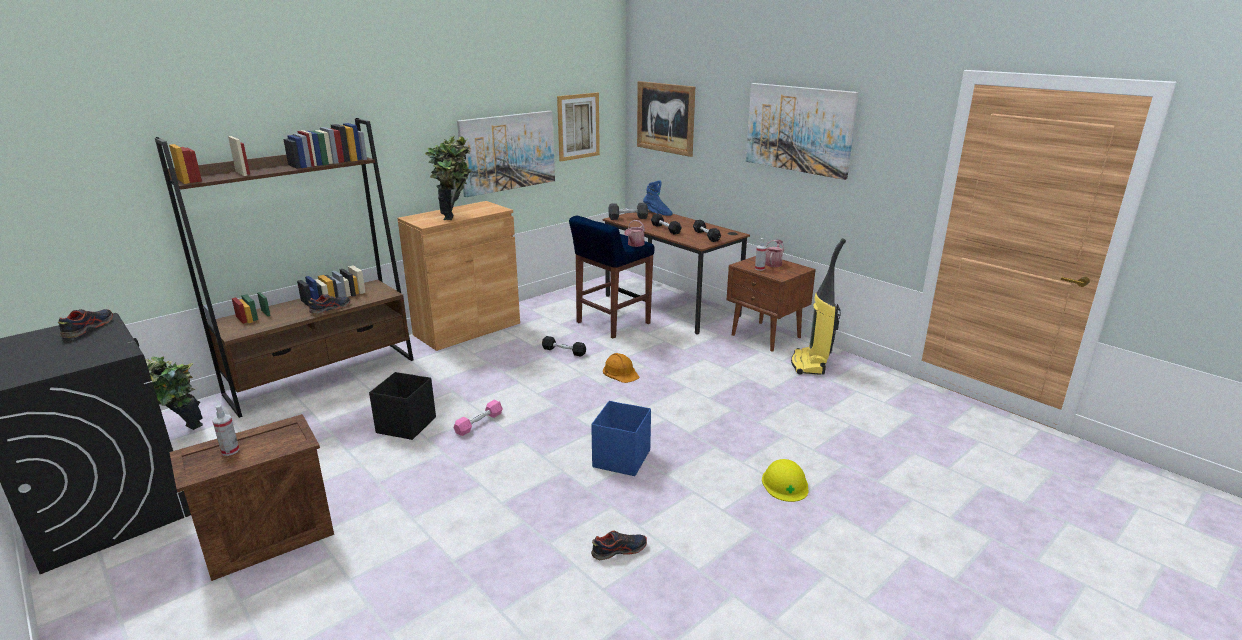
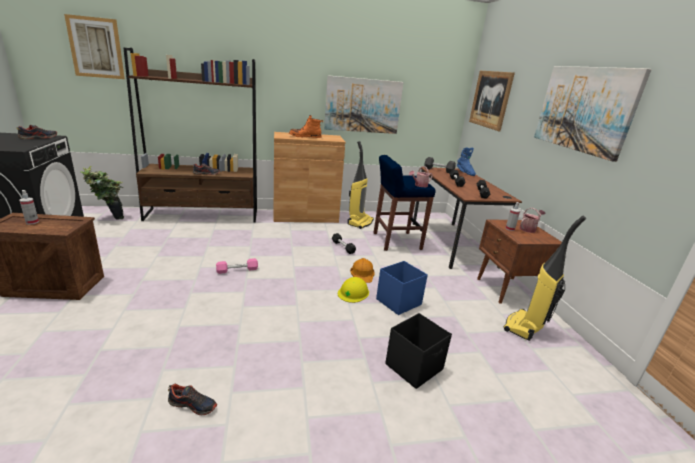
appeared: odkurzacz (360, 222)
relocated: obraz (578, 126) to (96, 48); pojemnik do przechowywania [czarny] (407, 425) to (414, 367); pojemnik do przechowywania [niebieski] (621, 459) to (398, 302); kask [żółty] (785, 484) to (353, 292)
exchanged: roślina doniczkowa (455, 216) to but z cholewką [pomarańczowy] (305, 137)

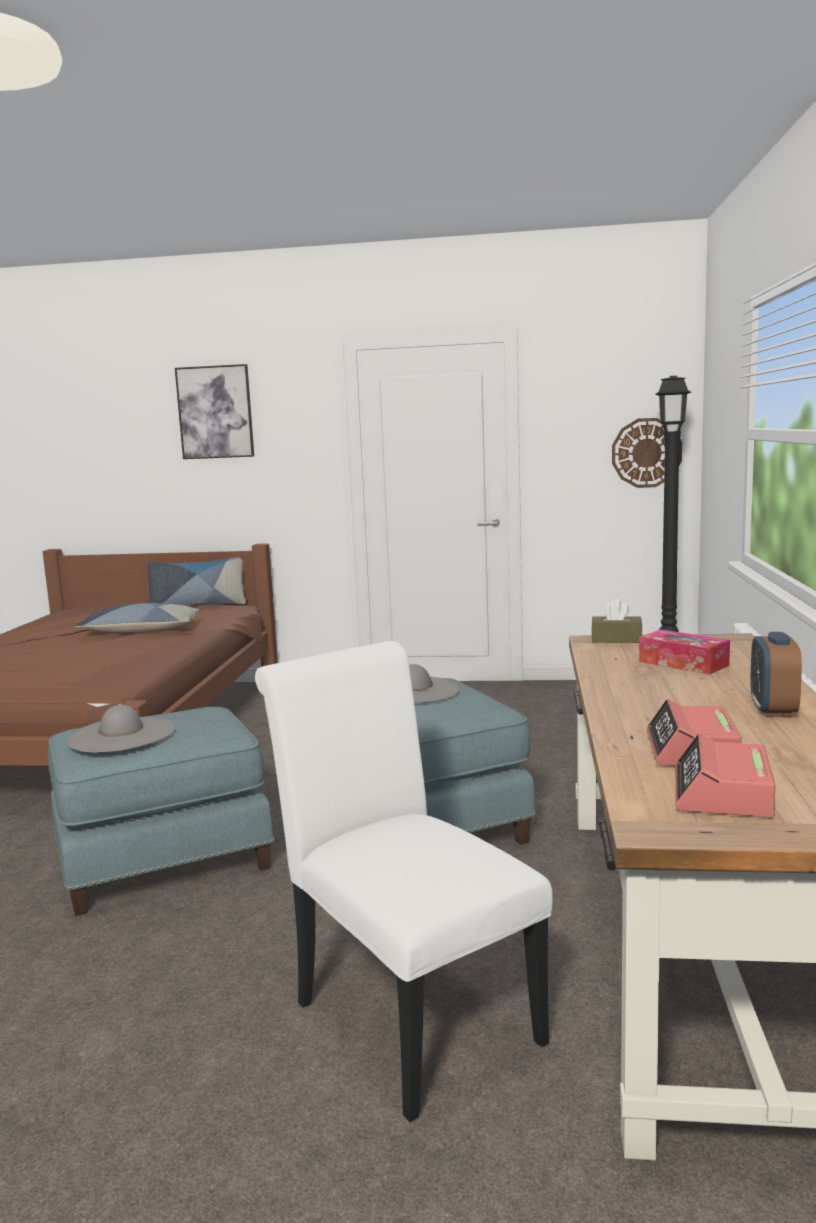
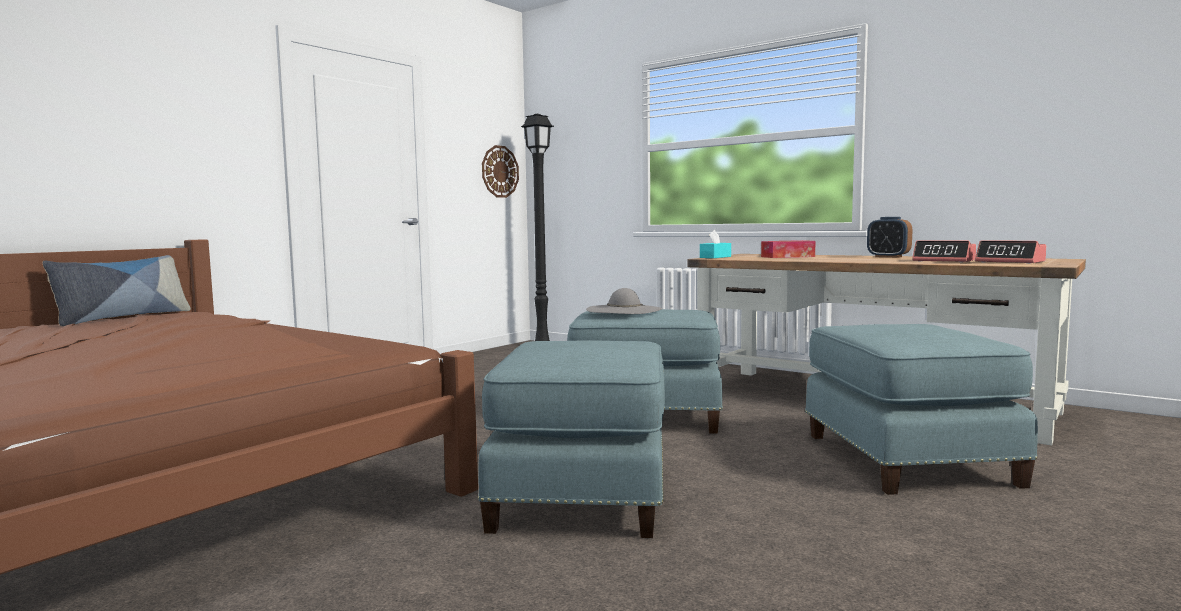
missing: obraz (215, 412); poduszka (140, 630); kapelusz [szary] (122, 735)
exchanged: krzesło [biały] (406, 1013) to pufa [niebieski] (904, 459)
colour: pudełko chusteczek [brązowy] (616, 639) to pudełko chusteczek [turkusowy] (715, 257)

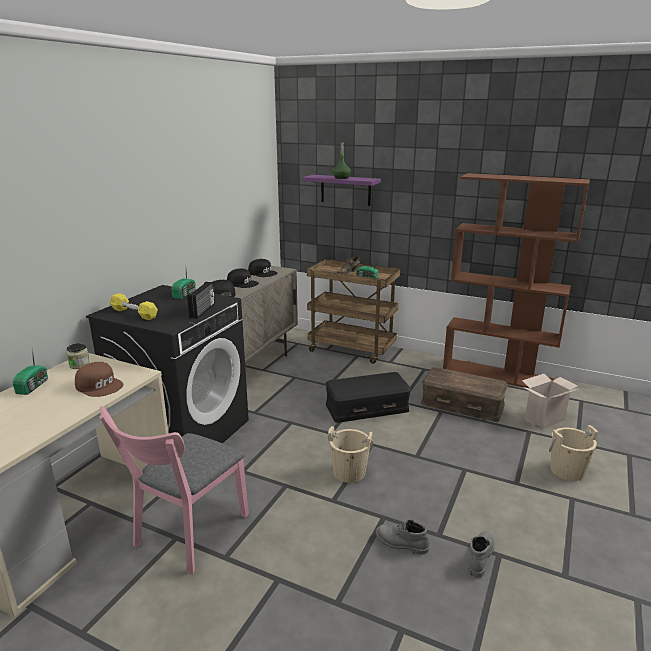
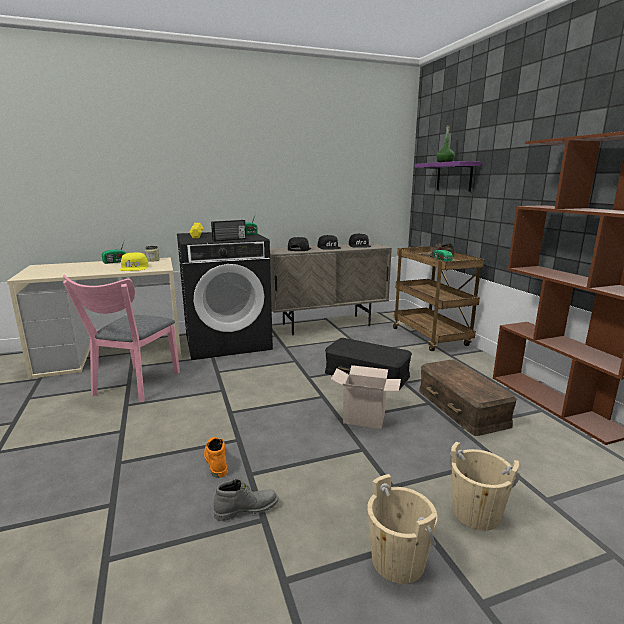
relocated: karton (544, 418) to (365, 418); wiadro [beżowy] (349, 472) to (398, 560)
colour: czapka z daszkiem [brązowy] (100, 385) to czapka z daszkiem [żółty] (135, 268); but z cholewką [szary] (401, 543) to but z cholewką [pomarańczowy] (215, 461)
spun: krzesło [różowy] (187, 535) = (134, 386) 60 degrees counterclockwise

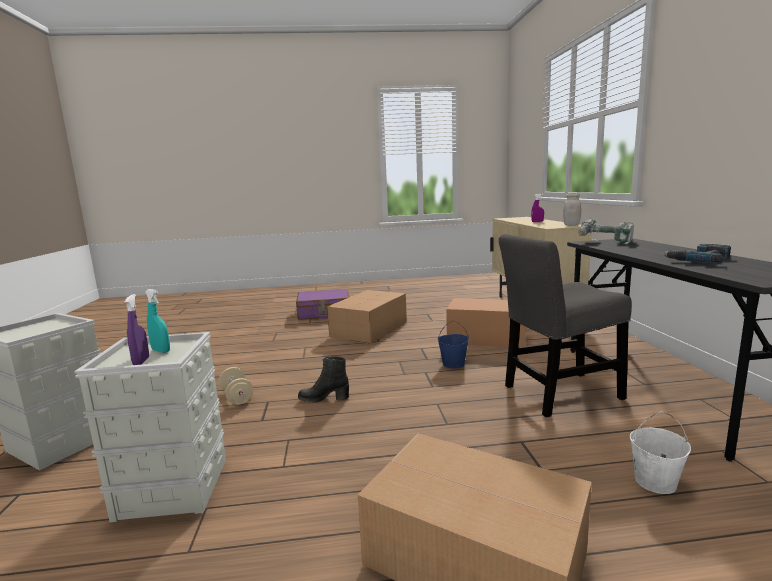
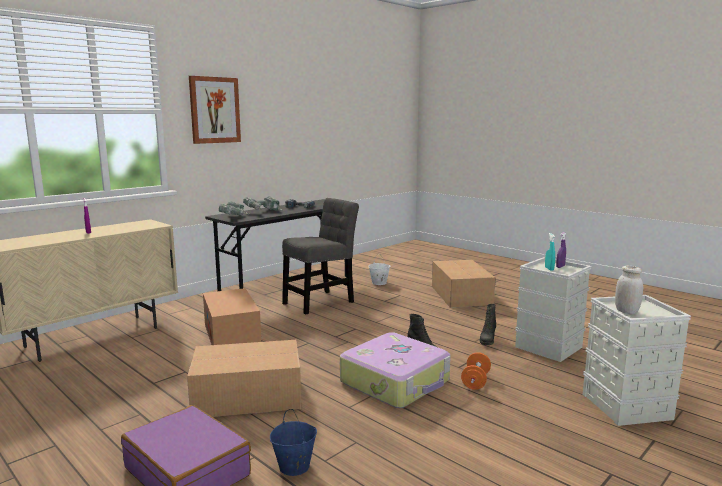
appeared: obraz (214, 110); wiertarka (263, 212); but z cholewką [czarny] (487, 340); walizka (396, 382)
relocated: słoik [biały] (571, 225) to (626, 311); wiadro [niebieski] (453, 364) to (294, 466)
colour: hantel [beżowy] (237, 397) to hantel [pomarańczowy] (475, 381)
spun: krzesło [szary] (558, 394) = (321, 302) 75 degrees counterclockwise

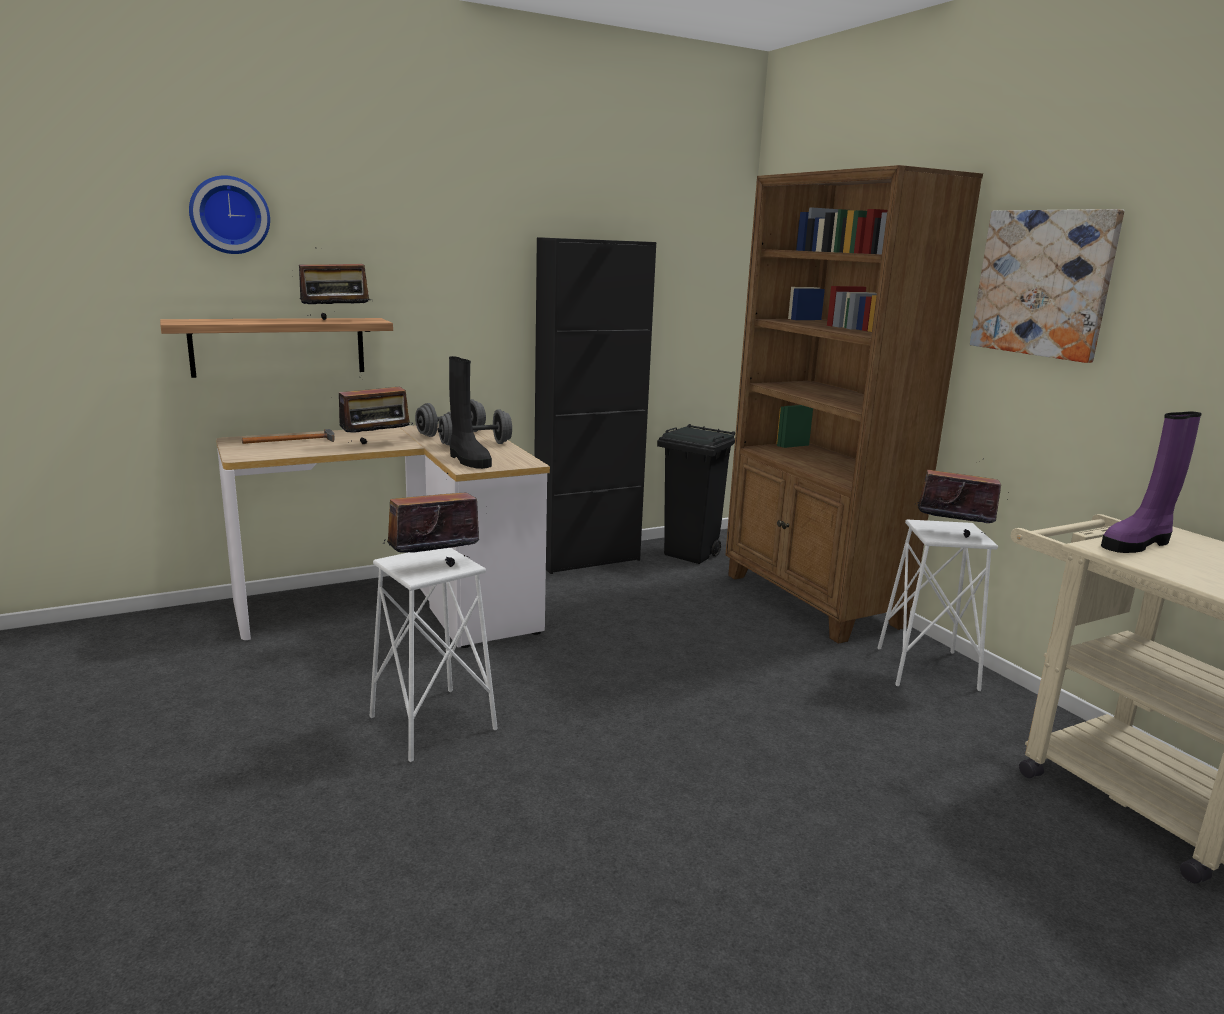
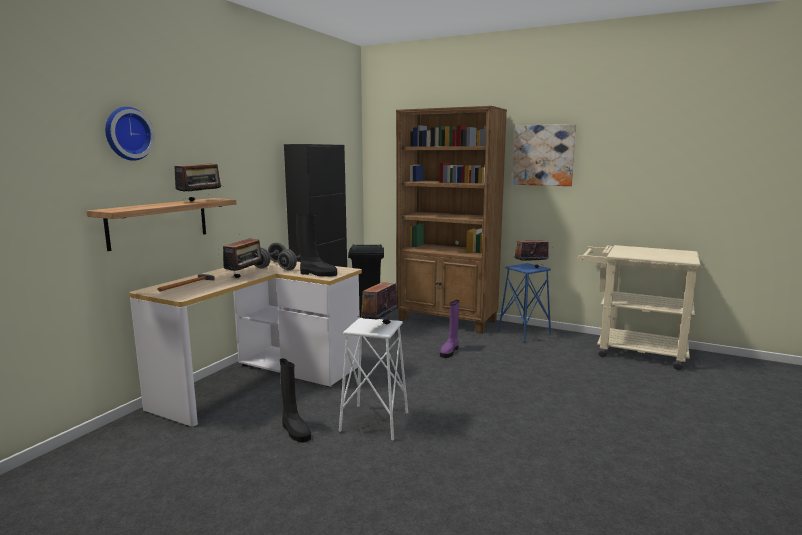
appeared: but z cholewką [czarny] (294, 431)
relocated: but z cholewką [fioletowy] (1137, 544) to (449, 351)
colour: stołek [biały] (925, 668) to stołek [niebieski] (524, 333)

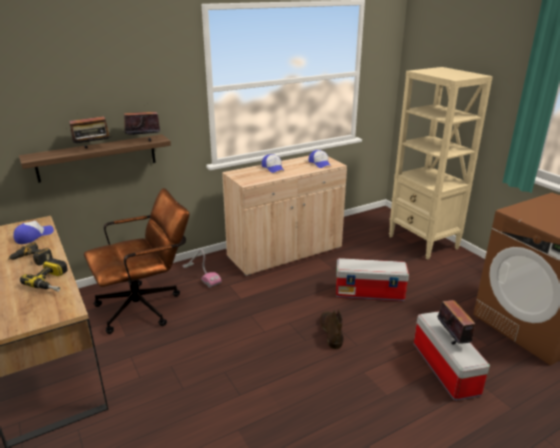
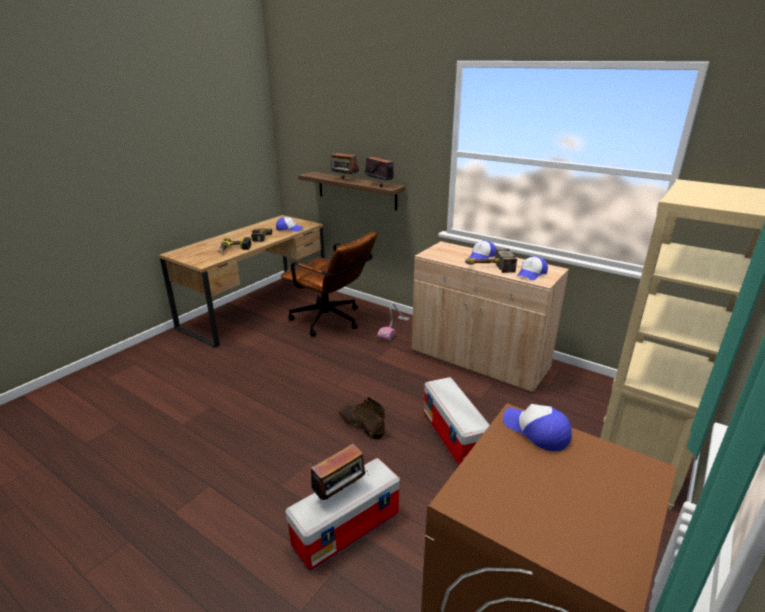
appeared: młotek (487, 267); czapka z daszkiem (536, 431)
spun: but z cholewką [brązowy] (331, 332) = (360, 424) 105 degrees counterclockwise

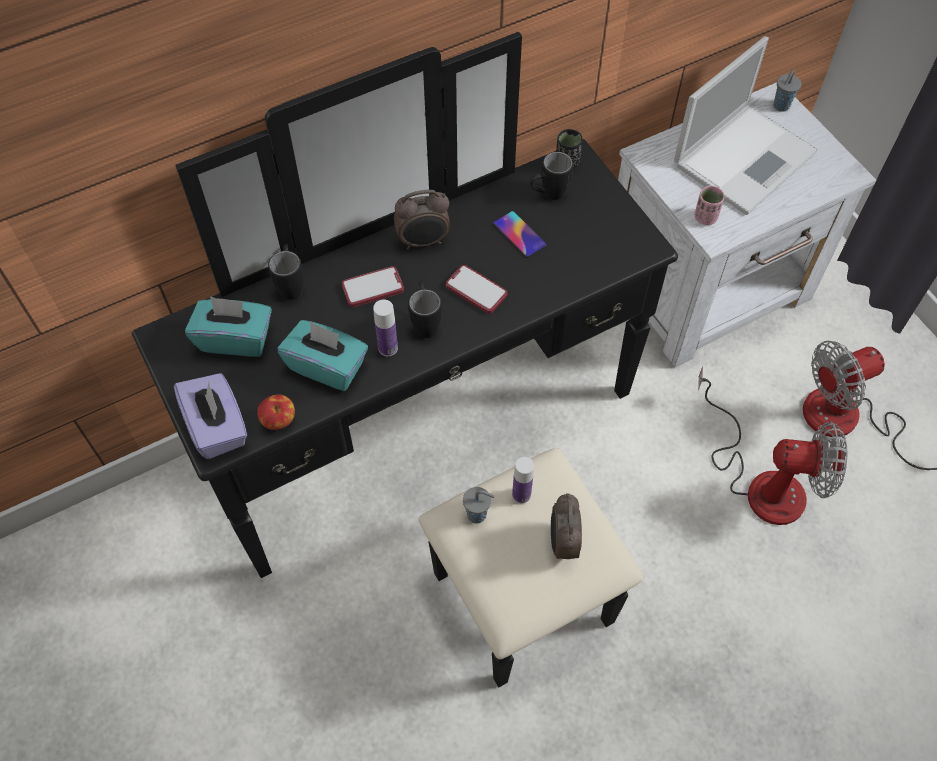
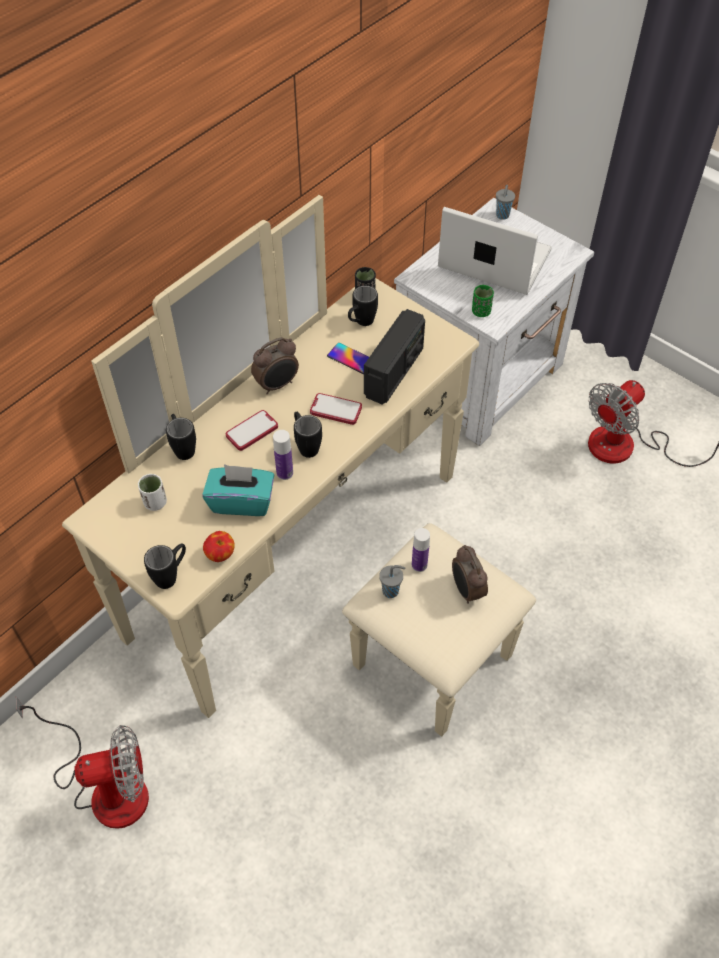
appeared: radio (394, 372)
relocated: wentylator (762, 480) to (105, 786)
exchanged: pudełko chusteczek [turkusowy] (235, 339) to filiżanka [biały] (155, 502); pudełko chusteczek [fioletowy] (217, 427) to kubek [czarny] (171, 575)
colour: komoda [czarny] (445, 463) to komoda [beżowy] (326, 576); filiżanka [różowy] (705, 217) to filiżanka [zielony] (481, 312)
spun: laptop (746, 157) = (492, 259) 90 degrees counterclockwise

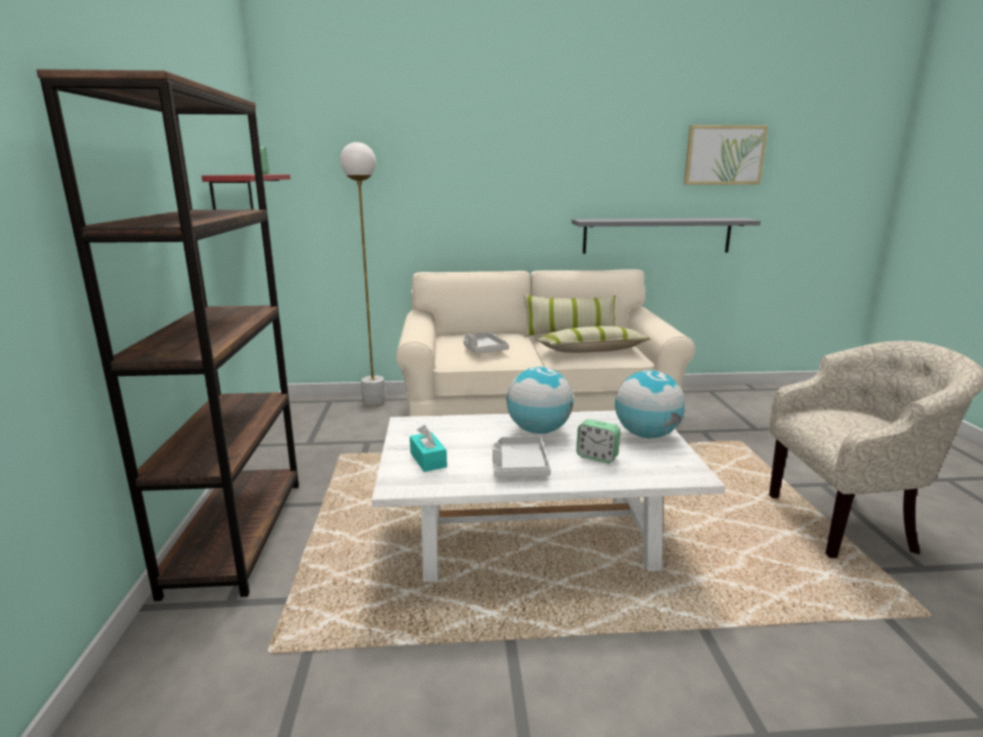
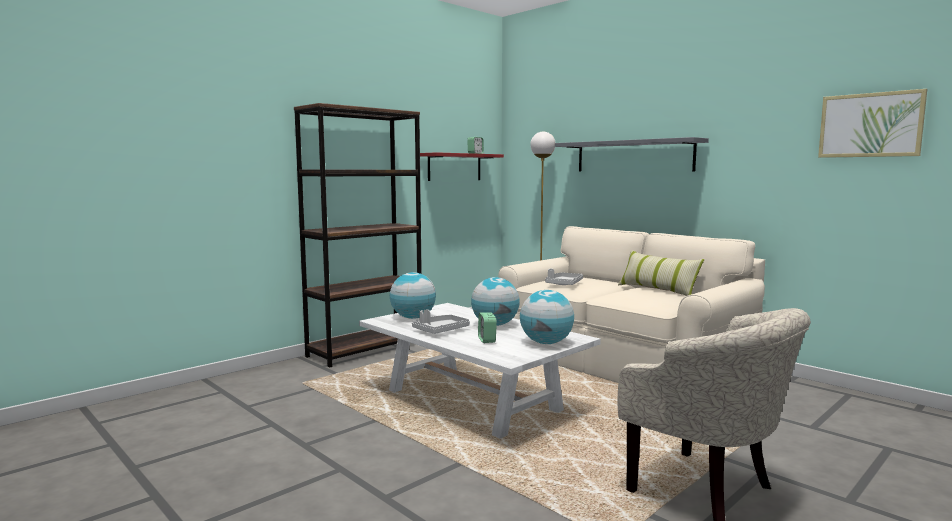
missing: poduszka (591, 351)
relocated: półka [szary] (657, 235) to (633, 156)
exchanged: pudełko chusteczek [turkusowy] (428, 460) to globus (413, 318)

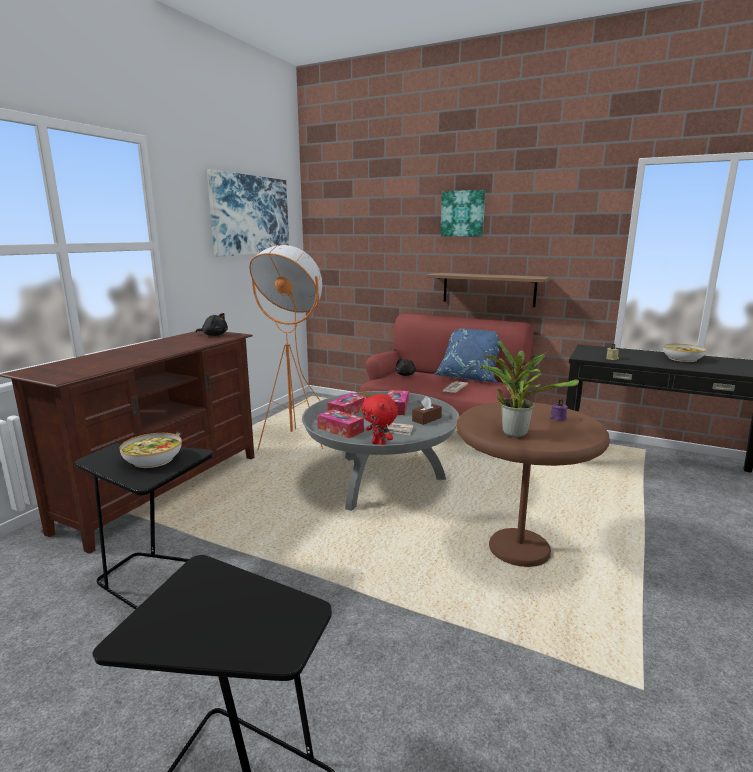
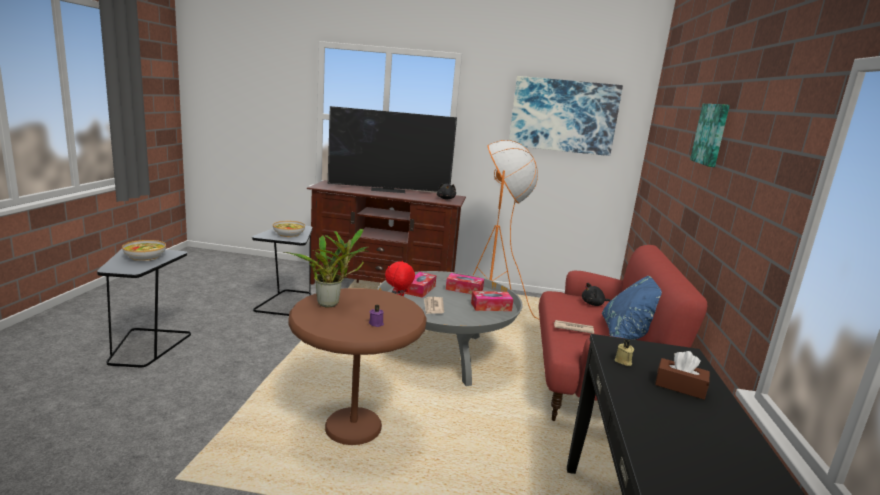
missing: półka (488, 289)
appeared: telewizor (389, 190)
relocated: miska (682, 359) to (145, 256); pudełko chusteczek [brązowy] (426, 419) to (680, 387)

